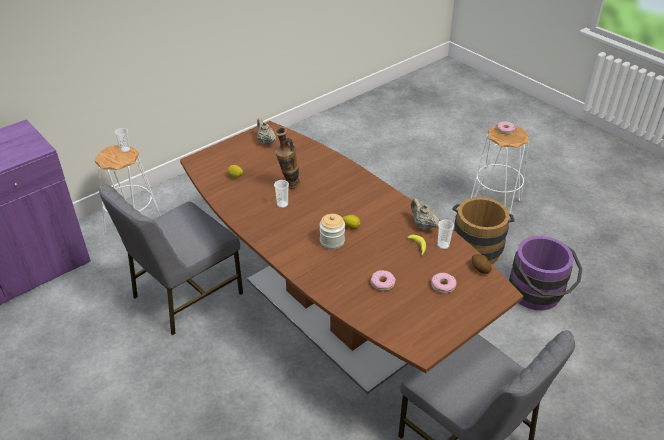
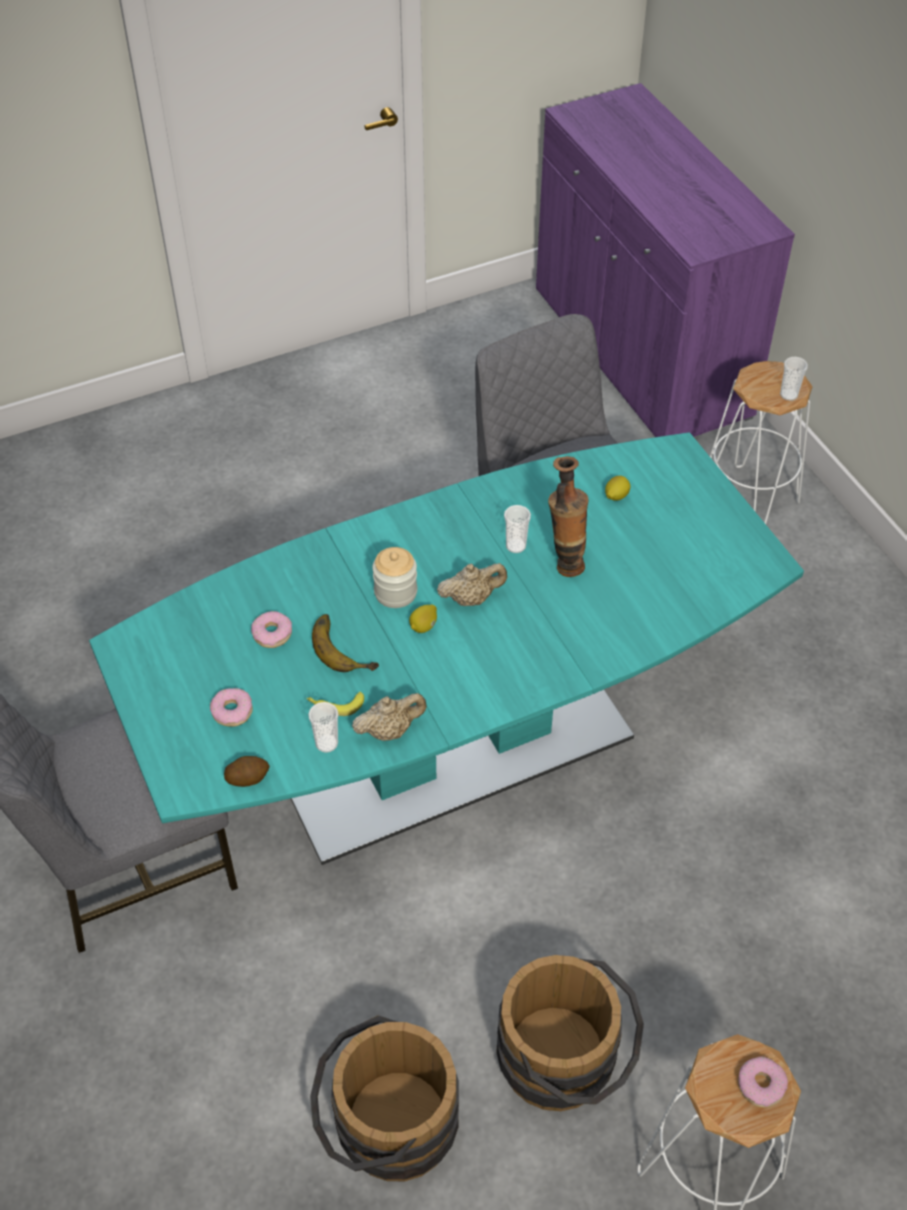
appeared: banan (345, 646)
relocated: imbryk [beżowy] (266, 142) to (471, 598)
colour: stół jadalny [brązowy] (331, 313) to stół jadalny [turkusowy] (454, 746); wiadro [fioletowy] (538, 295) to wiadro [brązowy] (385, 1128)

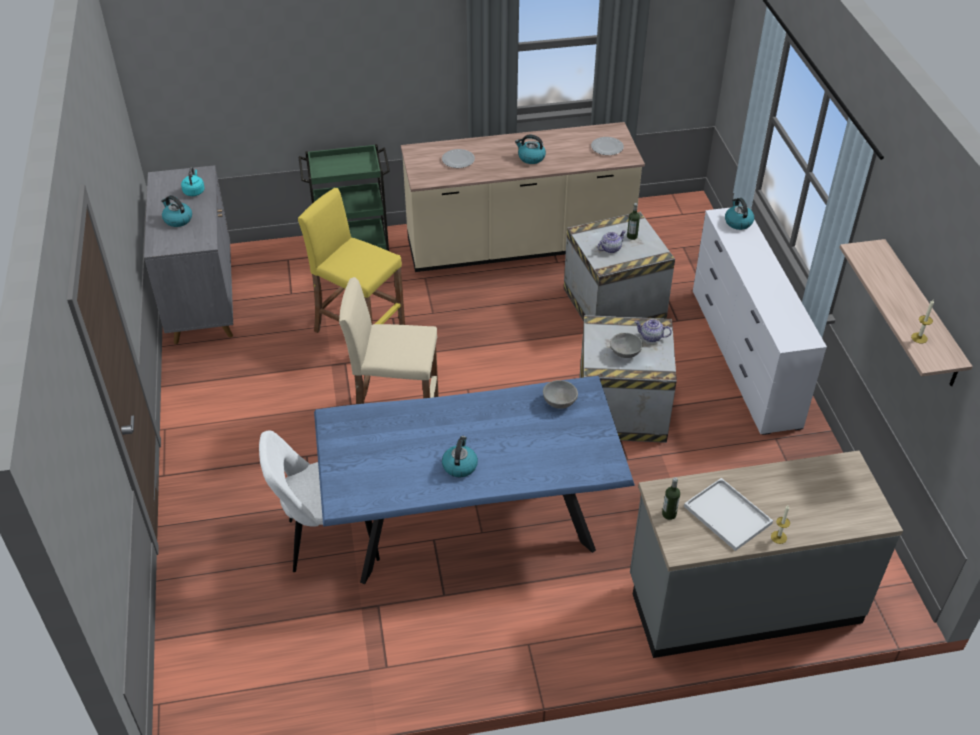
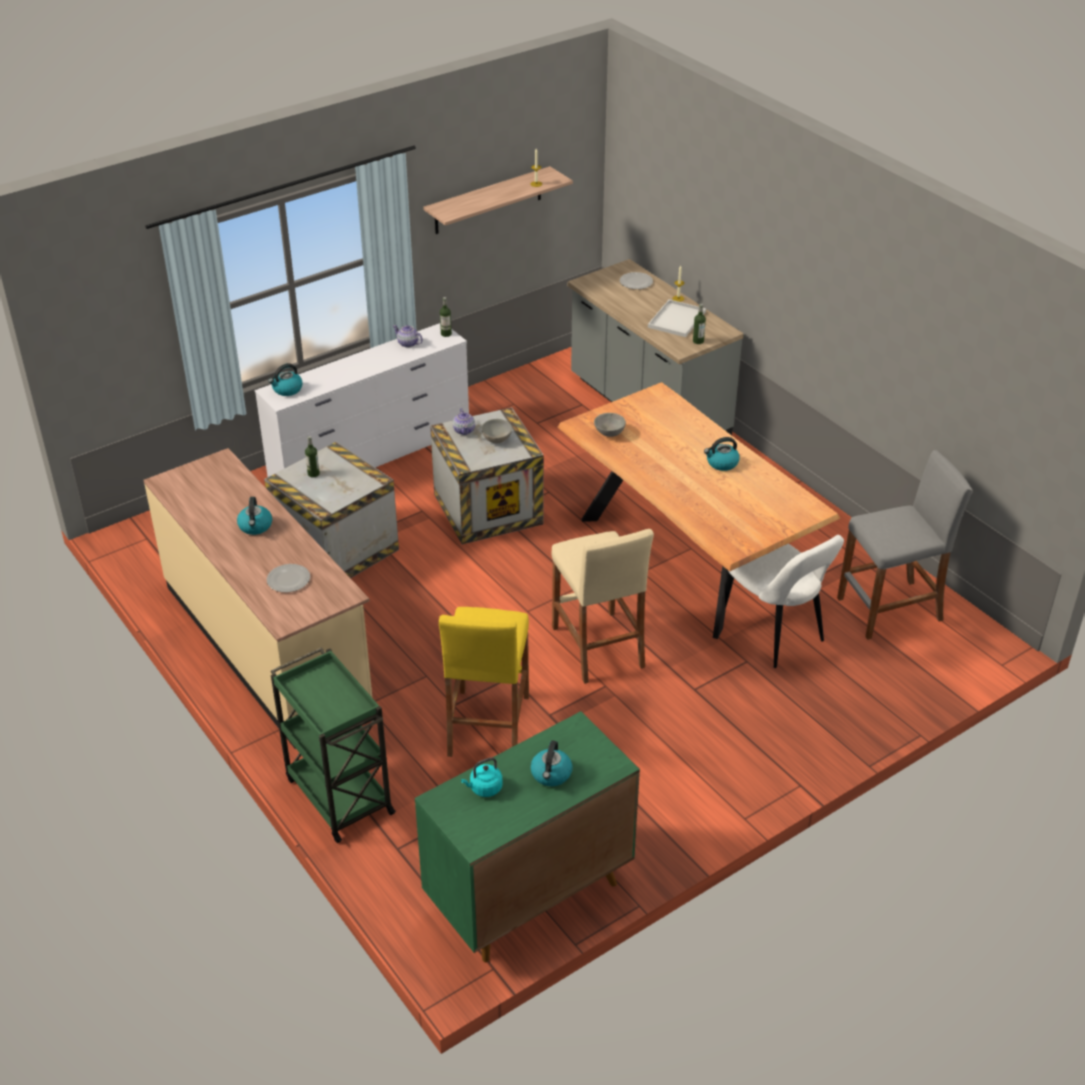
appeared: butelka (446, 334); stołek [szary] (890, 609)
relocated: talerz (607, 147) to (636, 282); imbryk (610, 248) to (408, 344)
colour: szafka [szary] (202, 302) to szafka [zielony] (528, 896); stół jadalny [niebieski] (471, 523) to stół jadalny [brązowy] (686, 557)

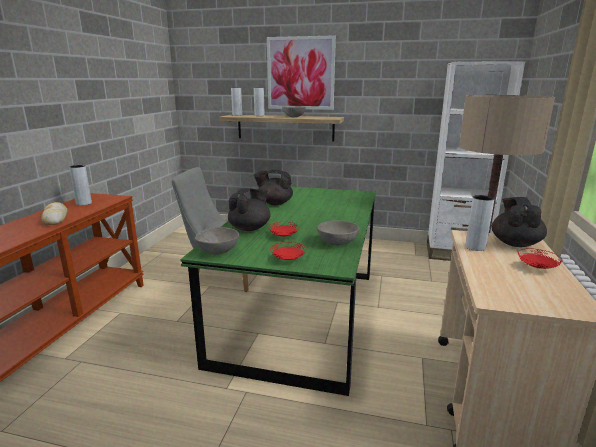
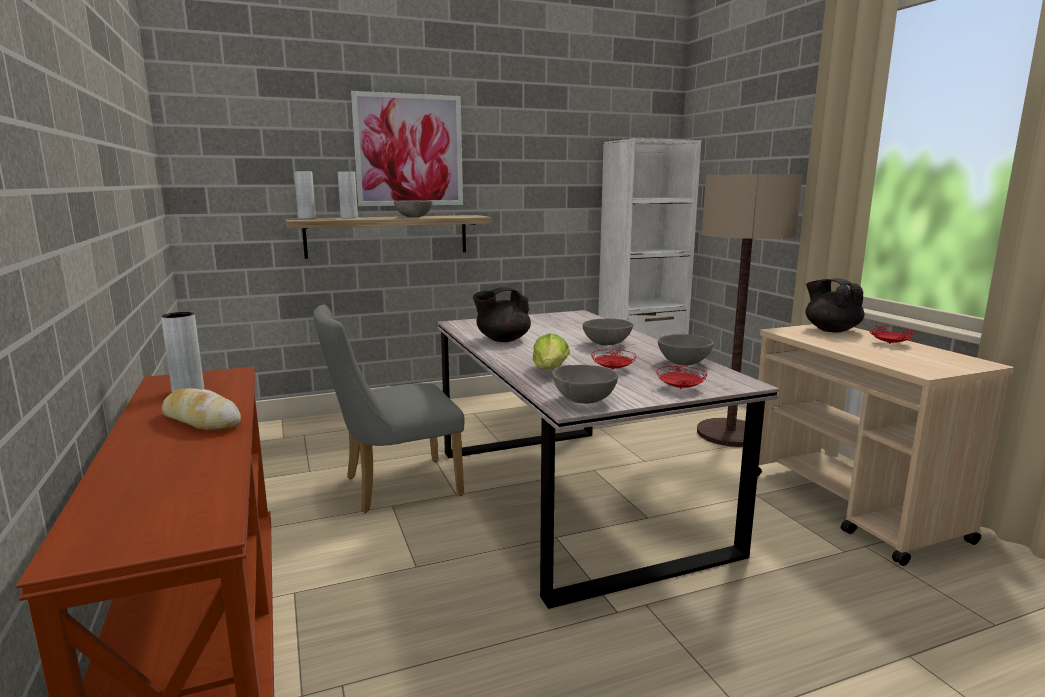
missing: wazon [szary] (475, 247)
appeared: miska [szary] (607, 344)
exchanged: imbryk [czarny] (250, 228) to sałata (550, 370)
colour: stół jadalny [zielony] (299, 313) to stół jadalny [szary] (570, 497)

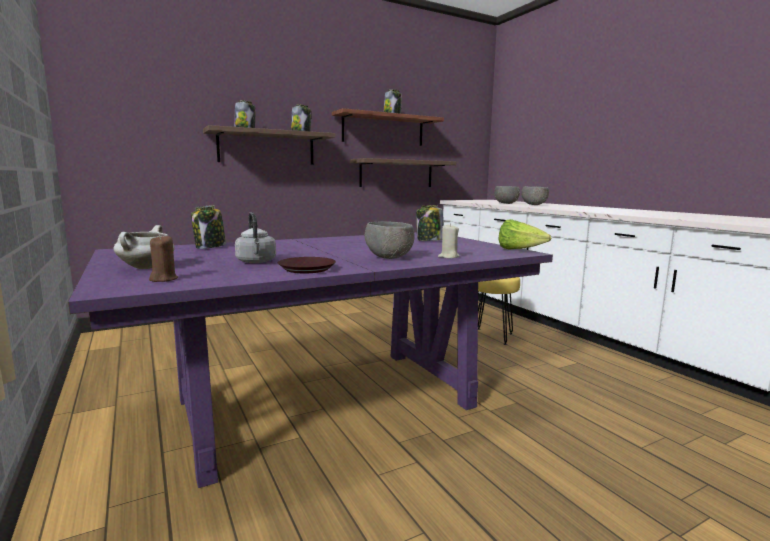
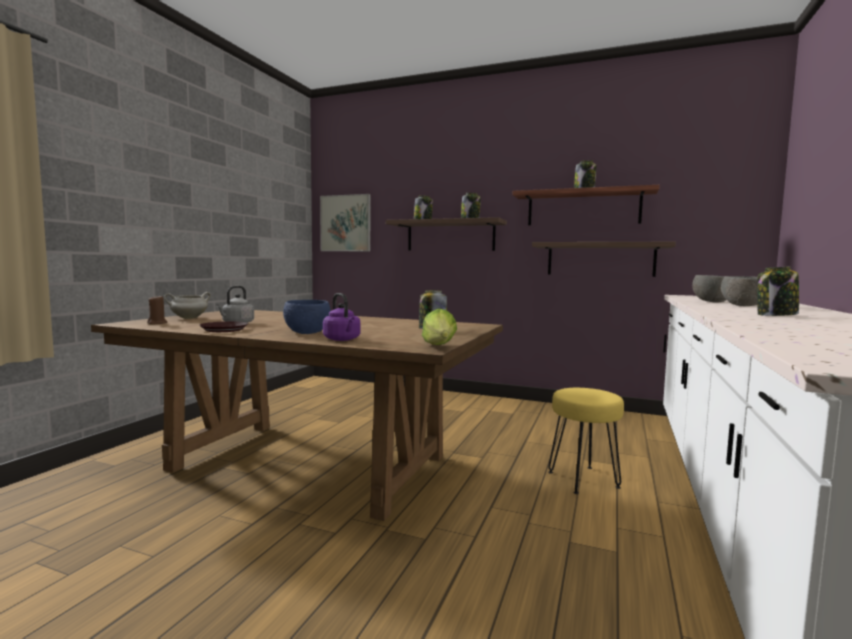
appeared: obraz (345, 223)
relocated: słoik (210, 247) to (776, 315)
exchanged: świeca [beżowy] (448, 257) to czajnik [fioletowy] (342, 339)
colour: miska [szary] (389, 257) to miska [niebieski] (306, 333); stół jadalny [fioletowy] (325, 403) to stół jadalny [brązowy] (307, 463)

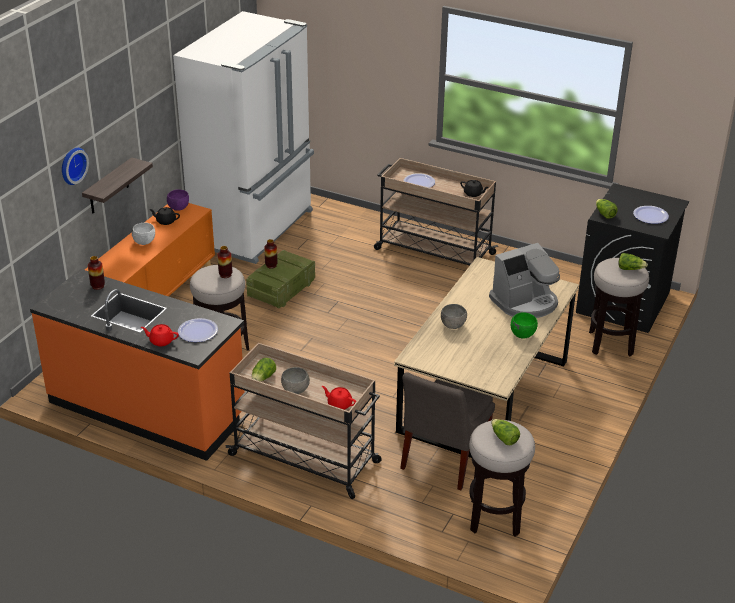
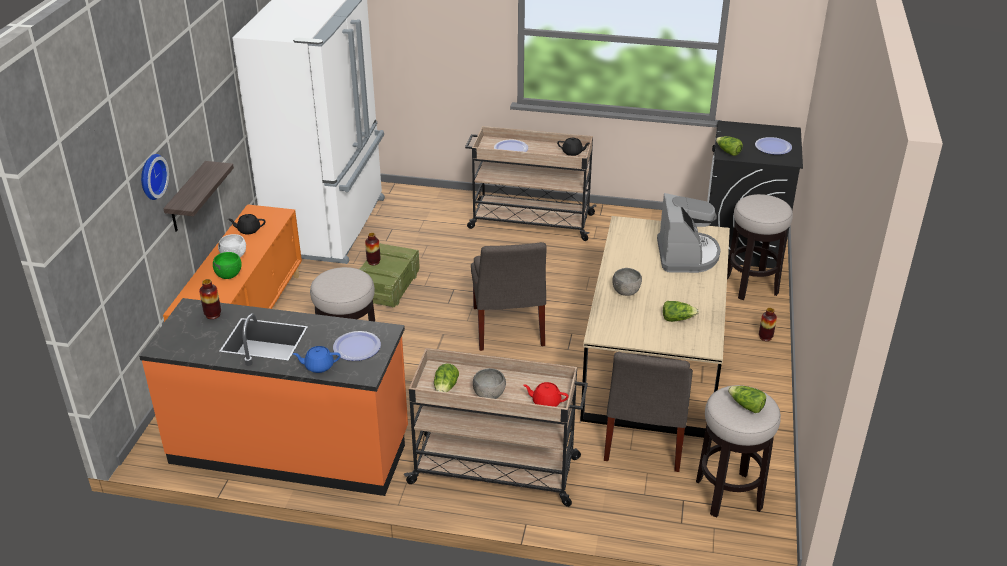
missing: miska [fioletowy] (179, 208)
appeared: krzesło [szary] (507, 329)
relocated: wazon (225, 275) to (765, 337); sałata (630, 269) to (677, 319); miska [zielony] (522, 335) to (228, 275)
colour: imbryk [czerwony] (161, 341) to imbryk [niebieski] (318, 366)
spun: ekspres do kawy (525, 302) = (686, 255) 45 degrees counterclockwise

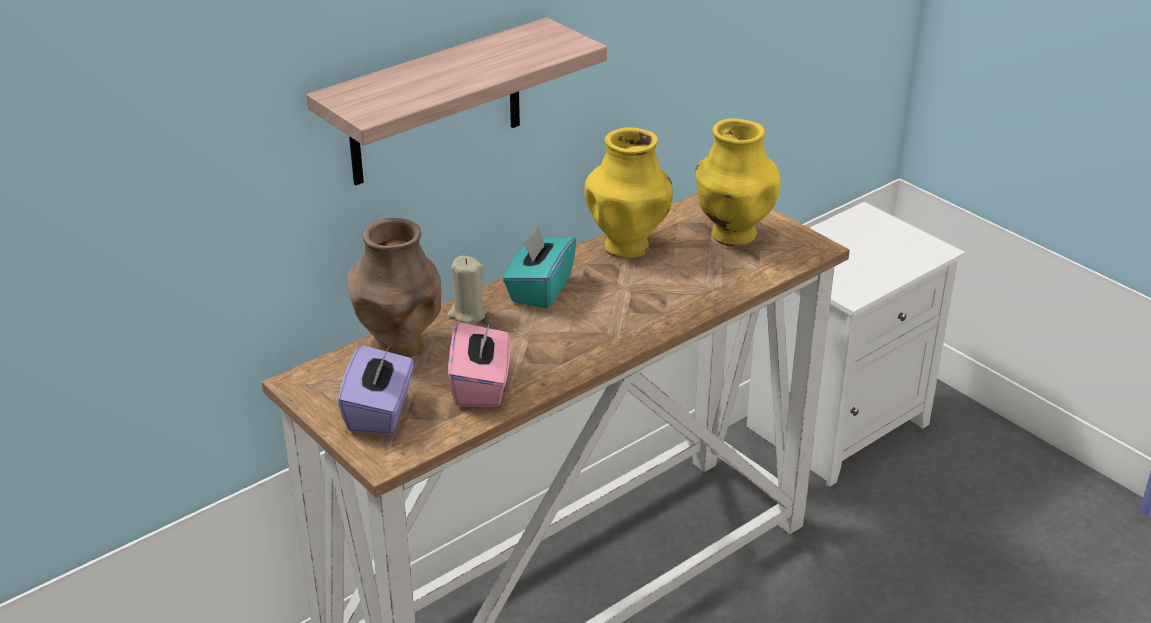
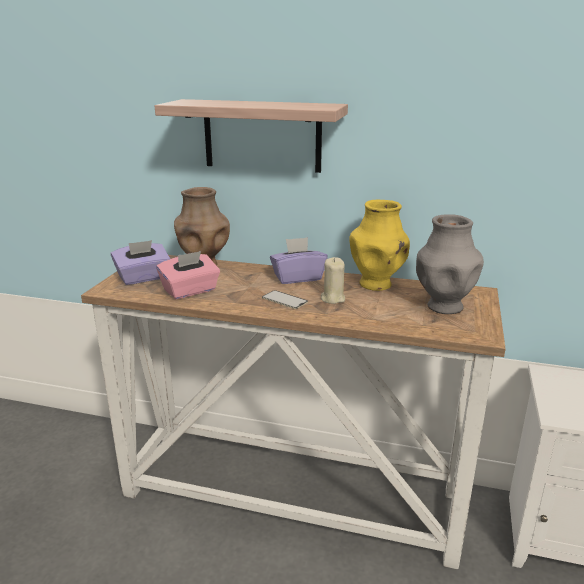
appeared: telefon (284, 300)
relocated: świeca [beżowy] (468, 313) to (332, 298)
colour: wazon [żółty] (732, 235) to wazon [szary] (443, 307); pudełko chusteczek [turkusowy] (540, 289) to pudełko chusteczek [fioletowy] (297, 278)

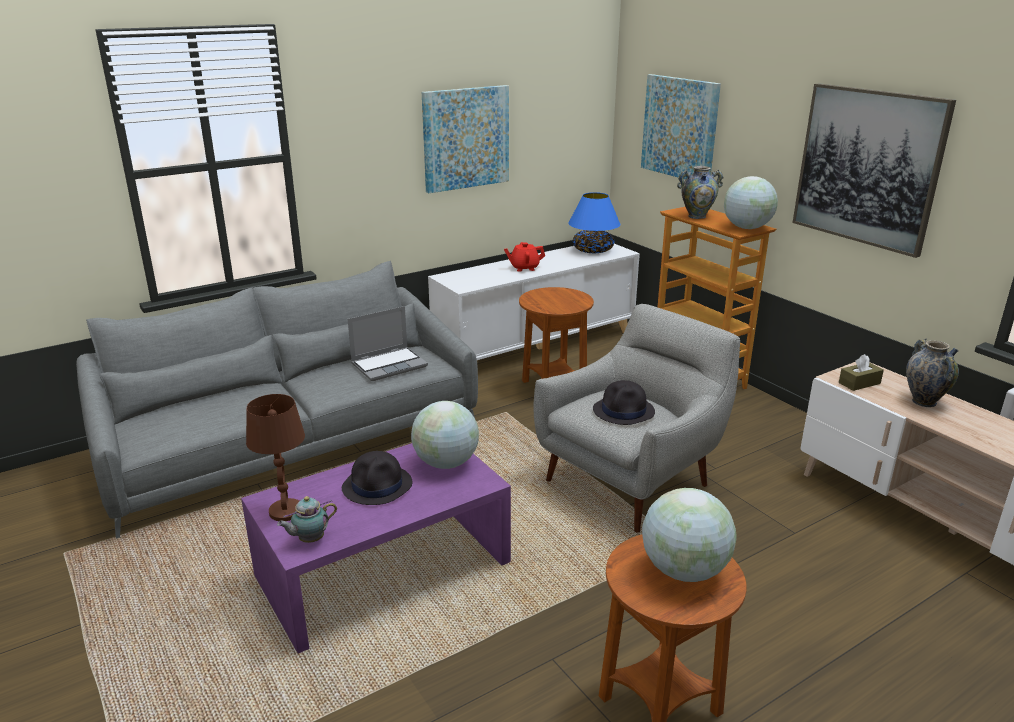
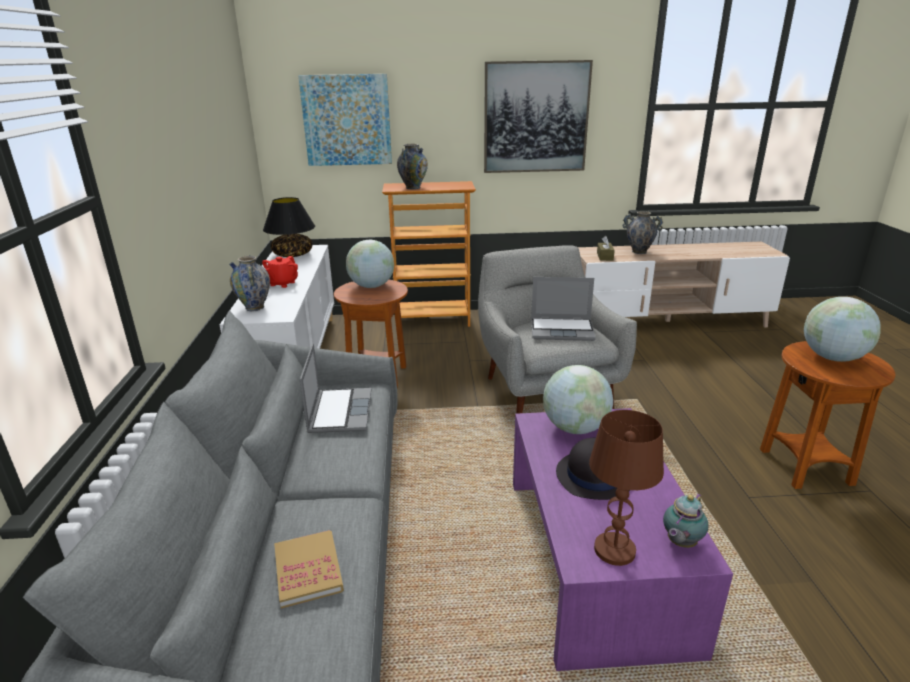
missing: obraz (465, 138)
appeared: wazon (254, 307); książka (308, 570)
relocated: globus (747, 228) to (371, 286)
exchanged: kapelusz [czarny] (624, 411) to laptop (562, 330)
colour: lampa stołowa [niebieski] (592, 250) to lampa stołowa [czarny] (292, 254)
spun: imbryk (309, 540) = (680, 543) 45 degrees clockwise

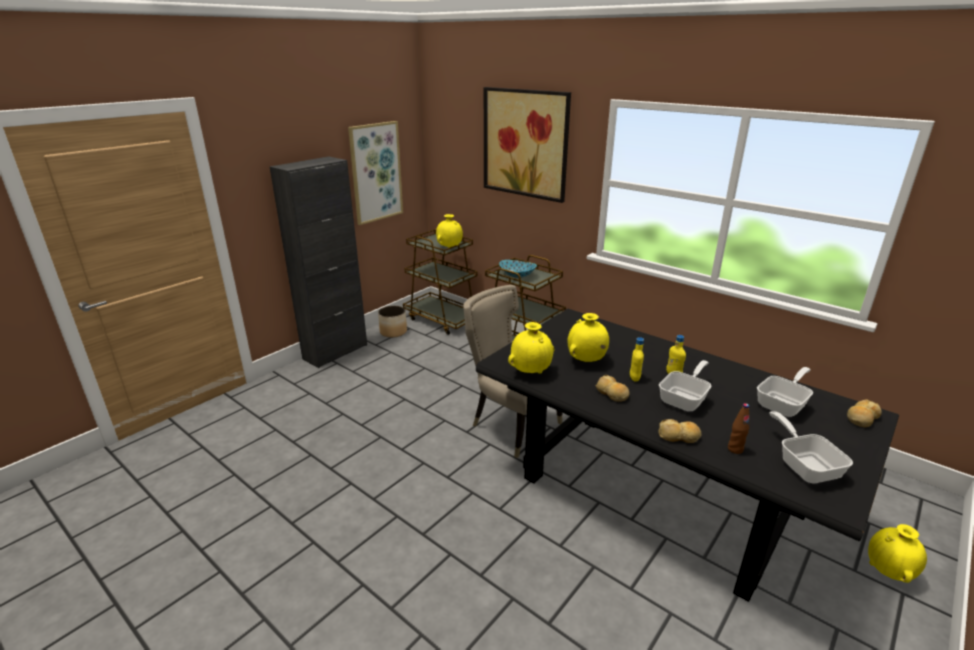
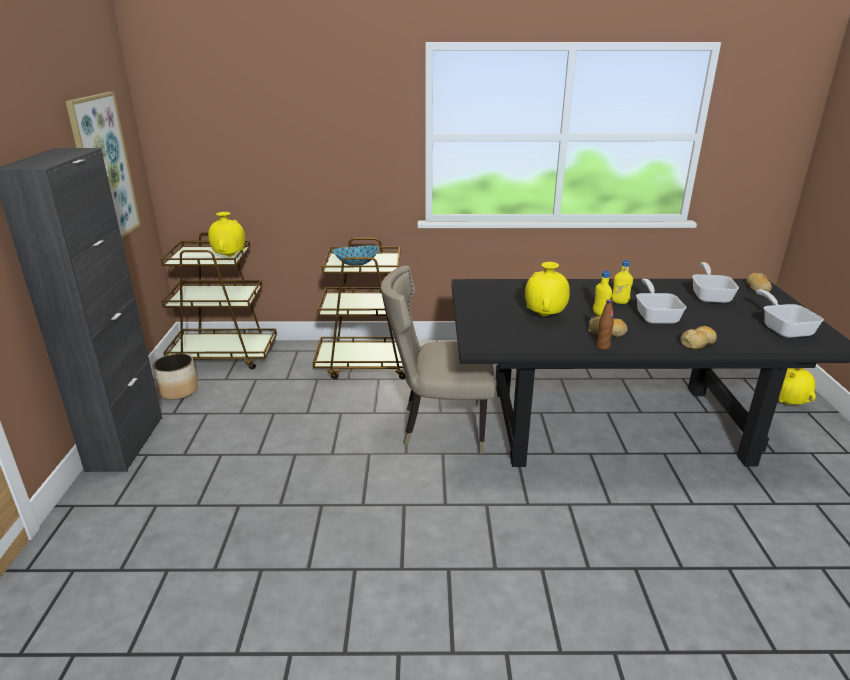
missing: obraz (525, 143); wazon [żółty] (531, 372)
relocated: butelka [brązowy] (735, 449) to (602, 346)
spun: patelnia (805, 465) = (783, 328) 45 degrees clockwise

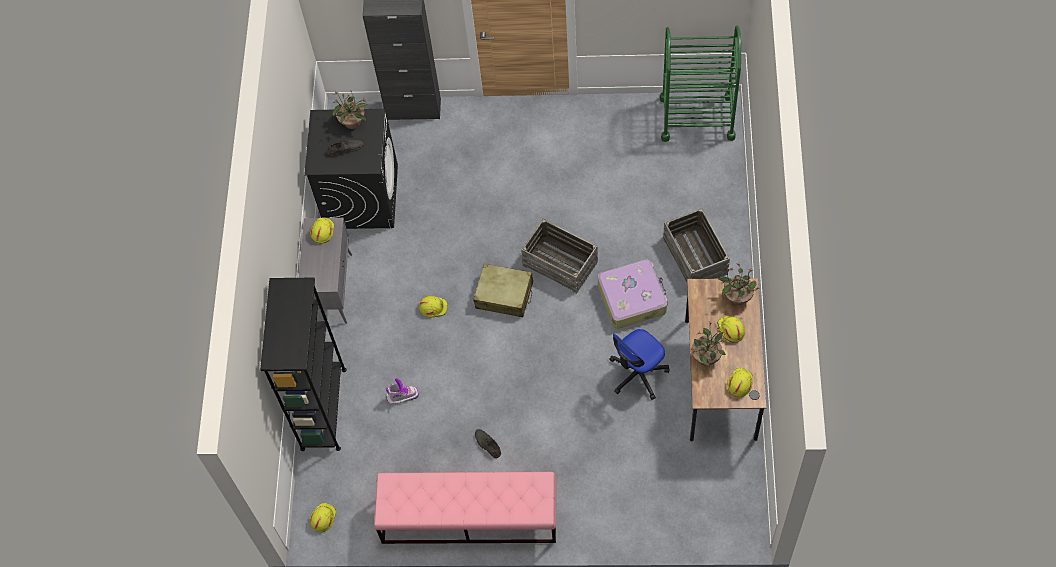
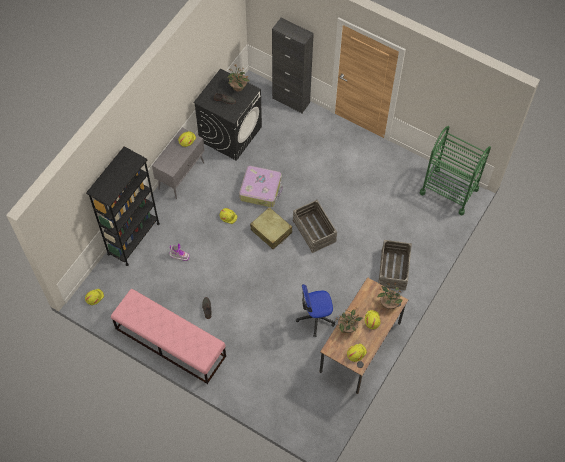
relocated: walizka (632, 298) to (261, 189)

